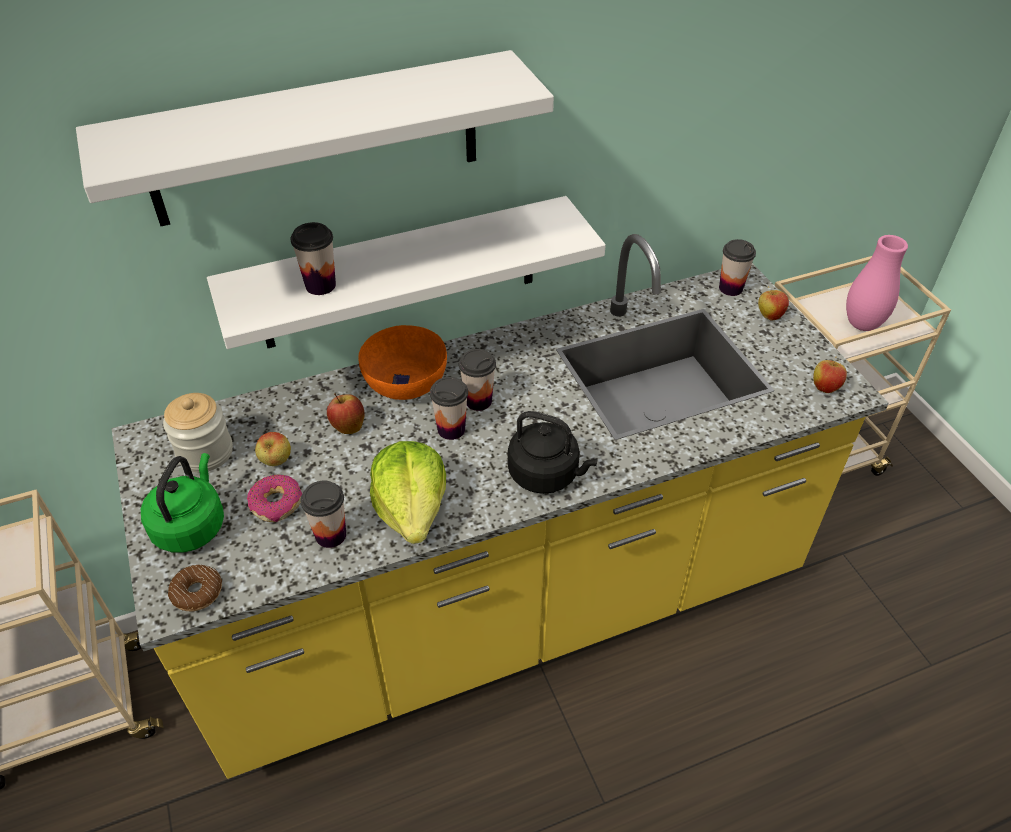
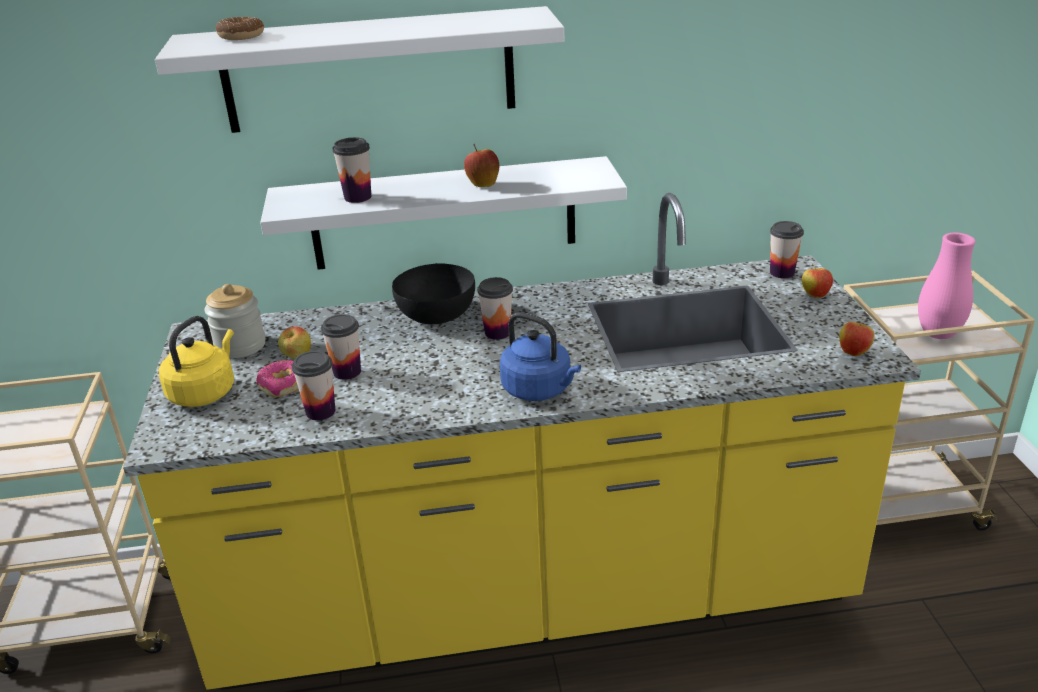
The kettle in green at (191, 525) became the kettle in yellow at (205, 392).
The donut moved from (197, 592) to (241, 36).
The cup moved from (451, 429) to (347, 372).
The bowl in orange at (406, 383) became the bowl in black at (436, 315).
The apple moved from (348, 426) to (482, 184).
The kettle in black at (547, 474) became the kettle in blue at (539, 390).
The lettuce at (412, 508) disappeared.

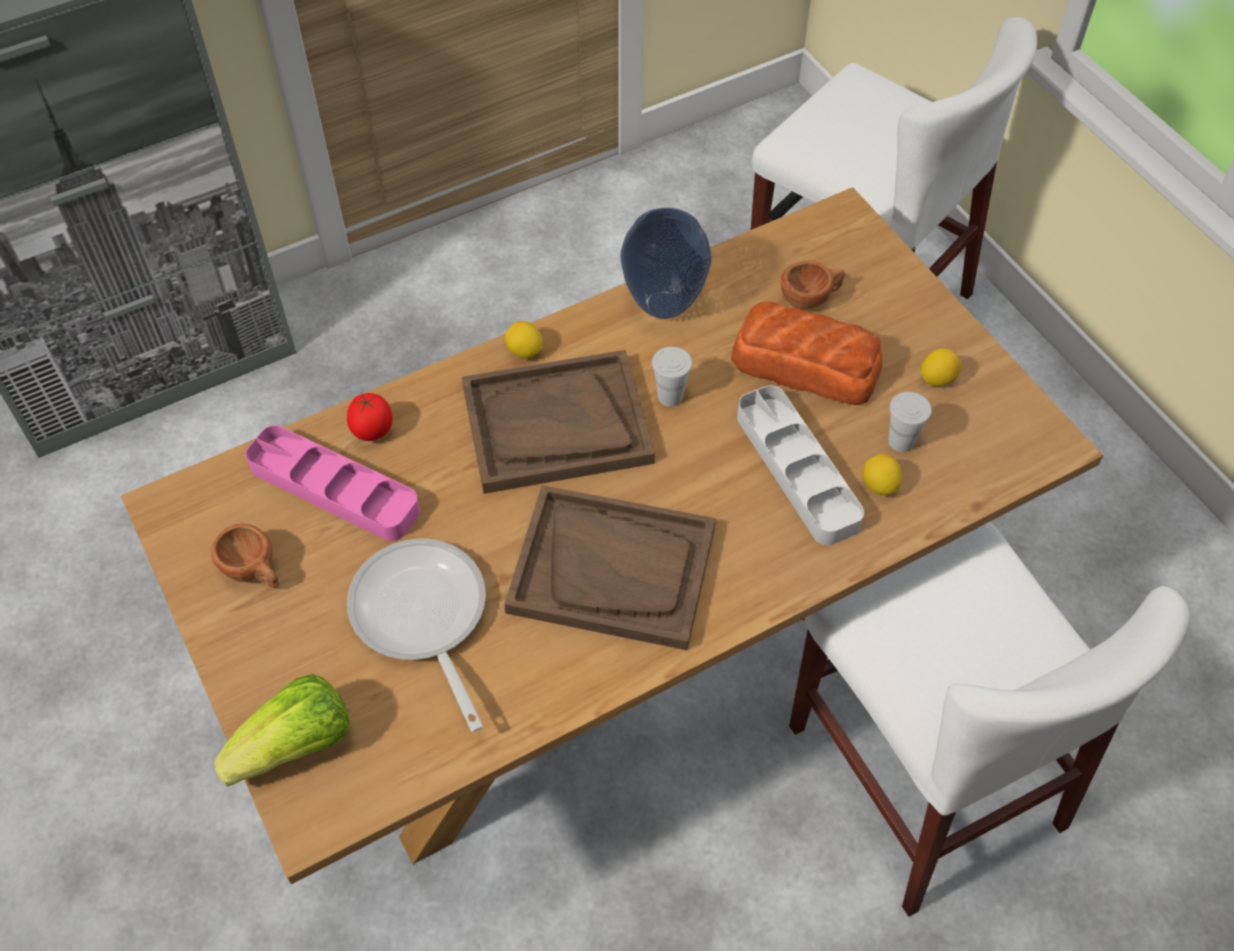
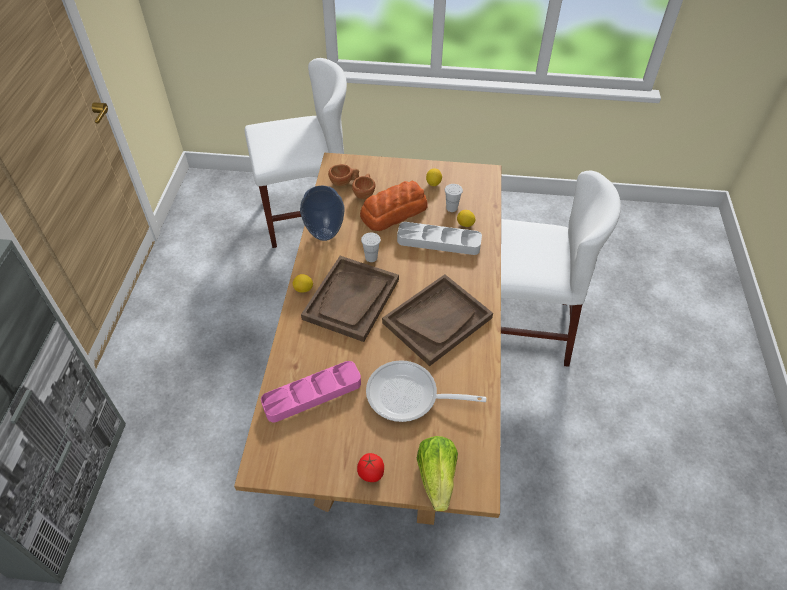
The cup in brown moved from (254, 571) to (344, 182).
The tomato moved from (372, 431) to (371, 474).

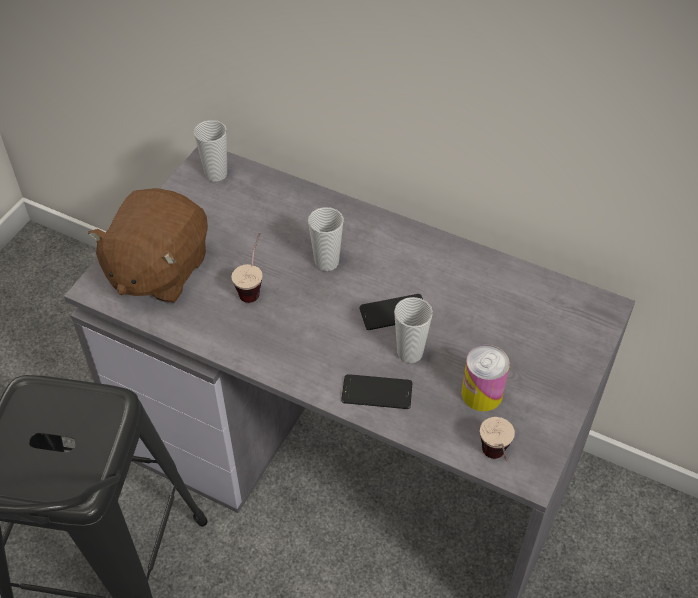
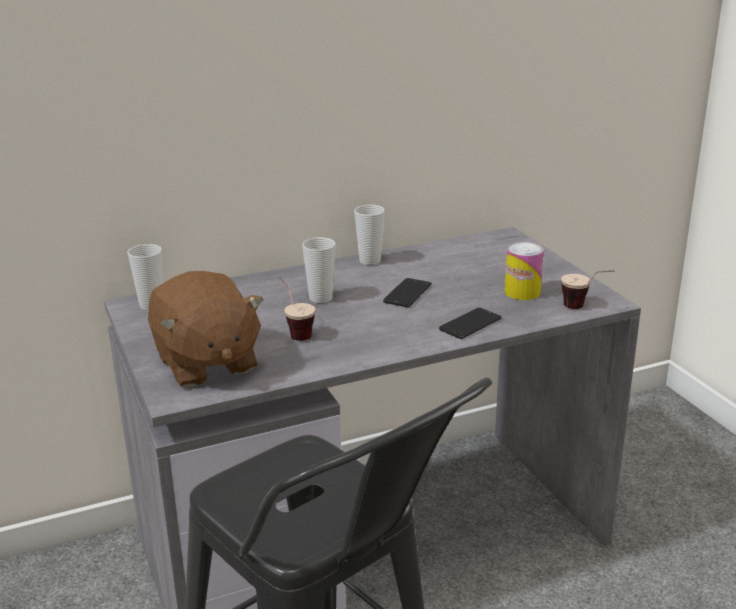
The cup moved from (410, 353) to (370, 261).

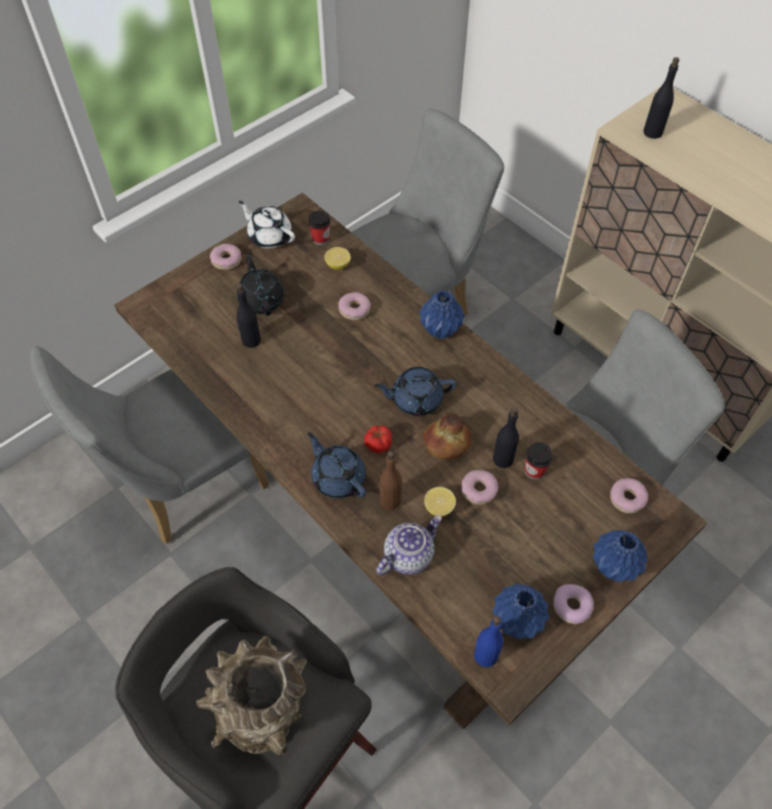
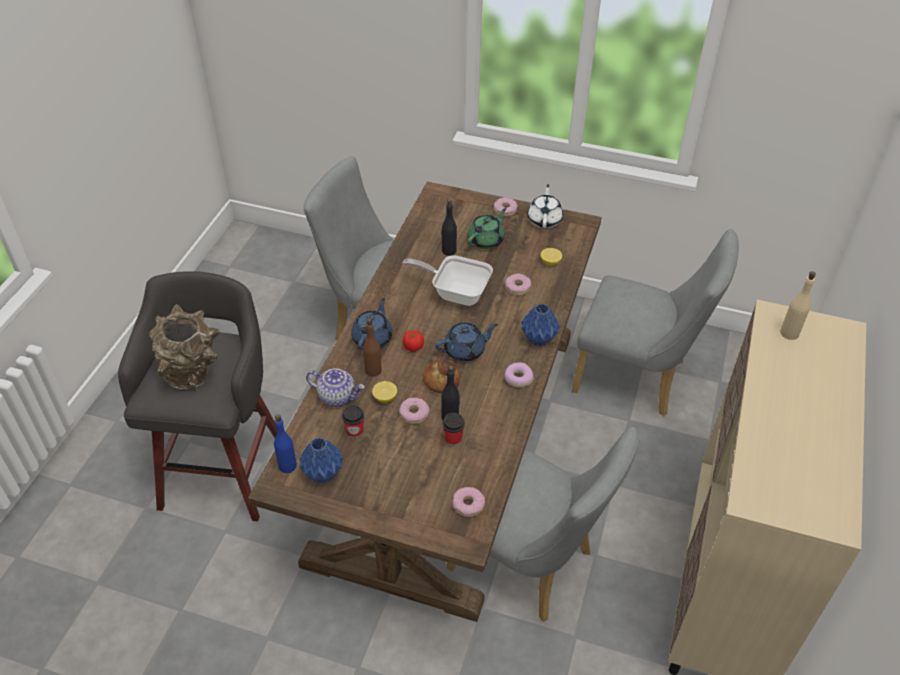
The cup moved from (320, 239) to (354, 431).
The frying pan at (455, 292) appeared.
The teapot in blue at (415, 399) turned 105 degrees clockwise.
The teapot in black at (261, 300) became the teapot in green at (486, 240).
The donut moved from (571, 606) to (518, 378).
The bottle in black at (652, 132) became the bottle in beige at (789, 333).
The vase in blue at (614, 567) disappeared.

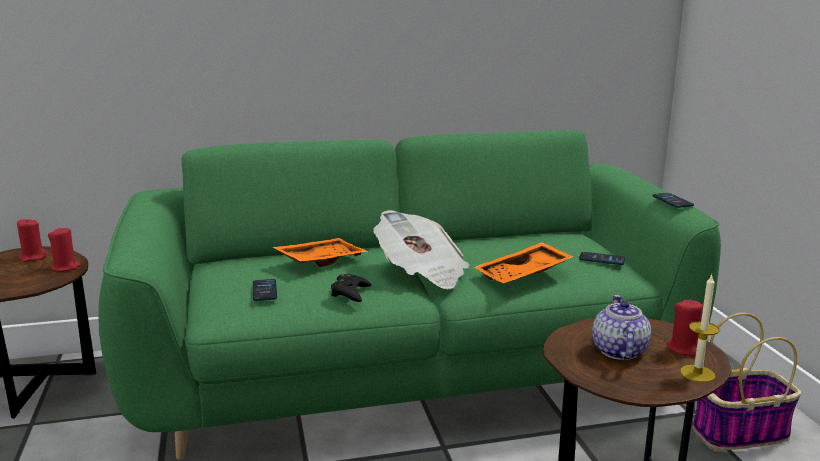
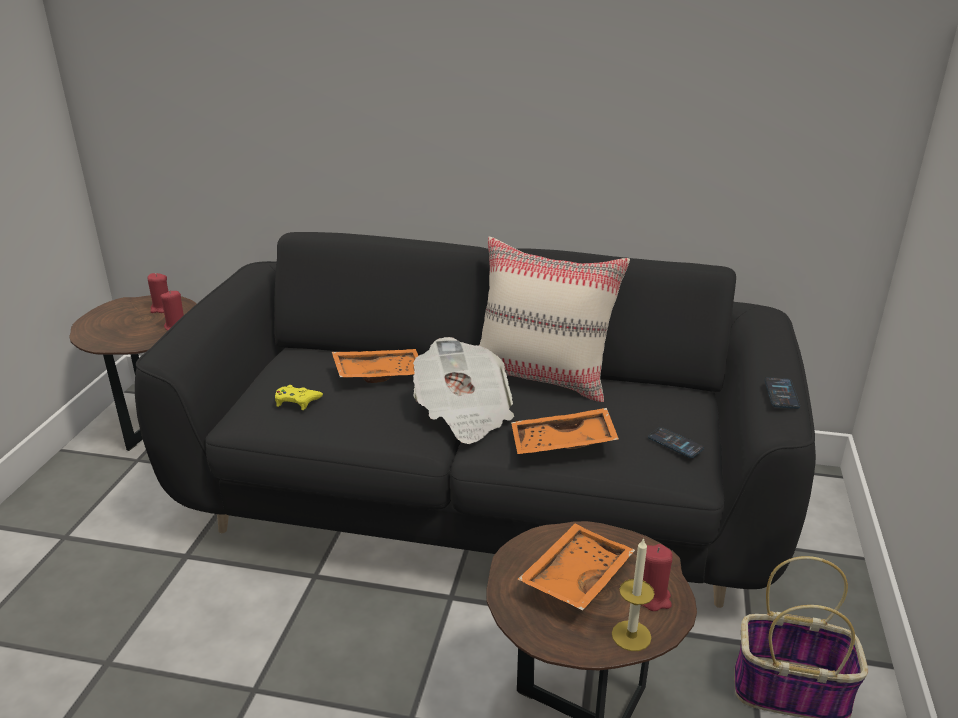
The sofa in green at (409, 377) became the sofa in black at (478, 504).
The phone at (264, 291) was replaced by the game controller in yellow at (297, 401).
The pillow in beige at (543, 377) appeared.
The teapot at (618, 351) was replaced by the tray in orange at (575, 576).
The game controller in black at (350, 292) disappeared.

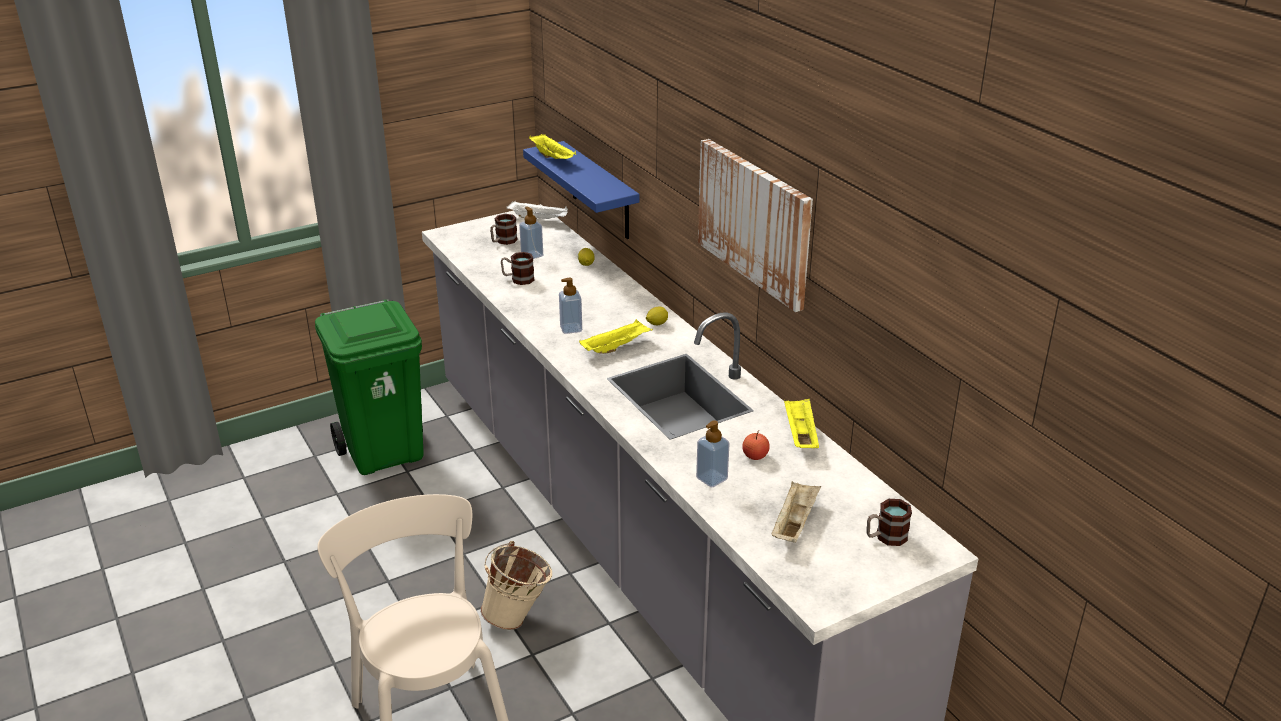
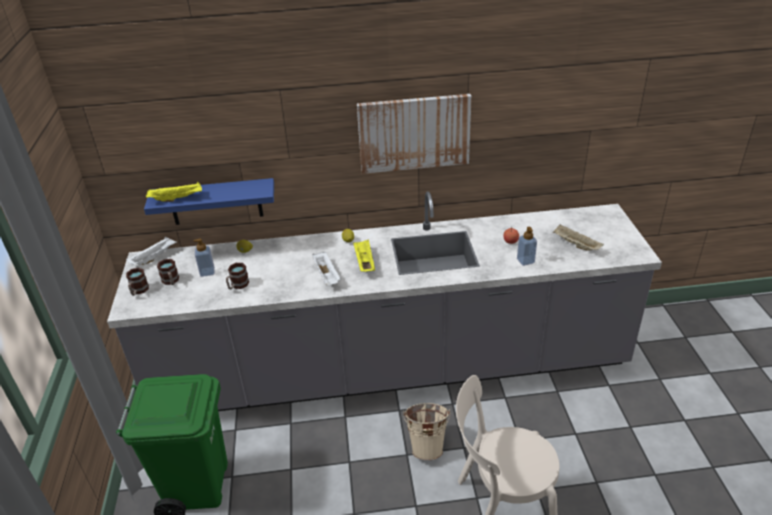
The mug moved from (885, 537) to (138, 291).
The soap dispenser at (571, 328) was replaced by the tray in white at (327, 276).
The tray in yellow at (800, 435) disappeared.

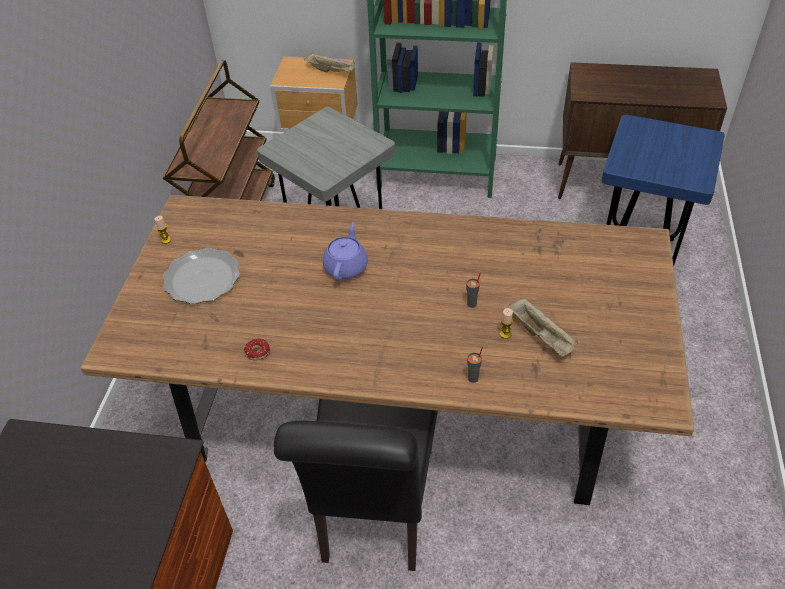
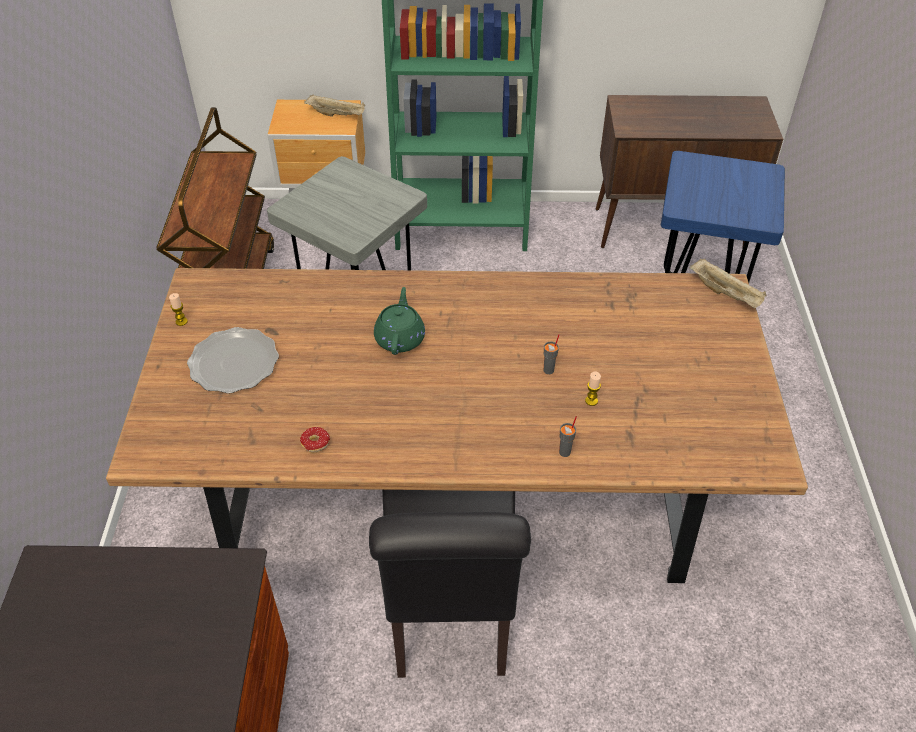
The teapot in purple at (346, 266) became the teapot in green at (400, 338).
The tray in beige moved from (541, 335) to (726, 294).

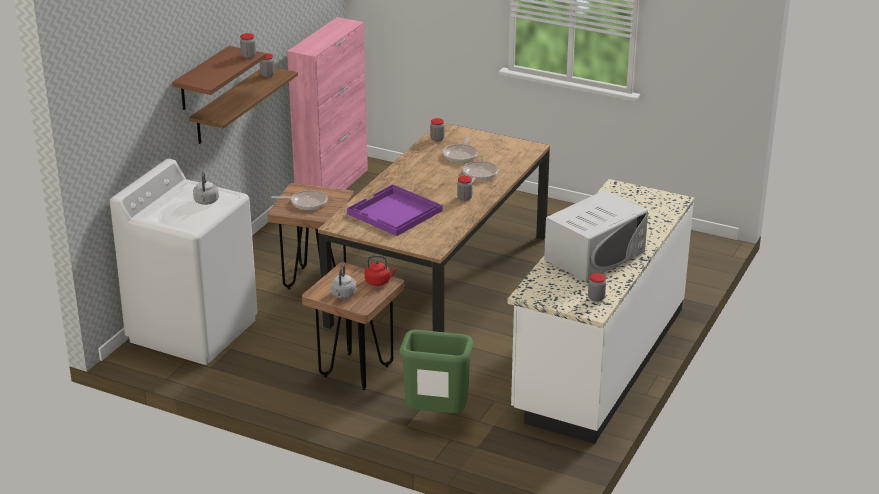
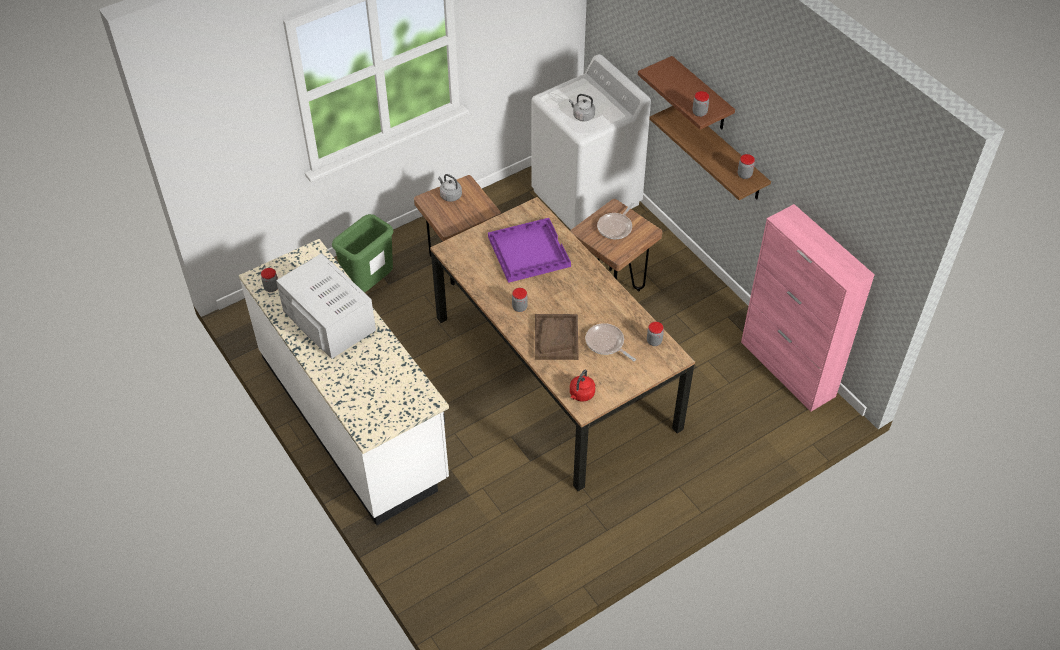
The microwave in white at (595, 255) turned 150 degrees clockwise.
The frying pan at (479, 175) was replaced by the tray in brown at (556, 338).
The kettle in red moved from (379, 281) to (581, 394).

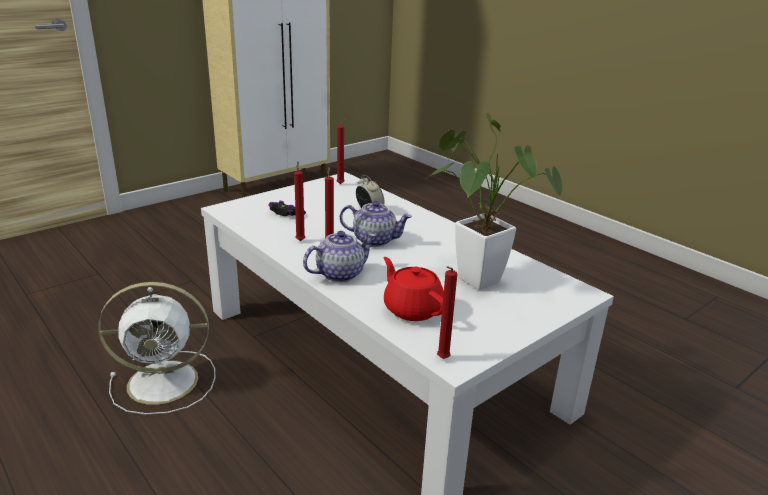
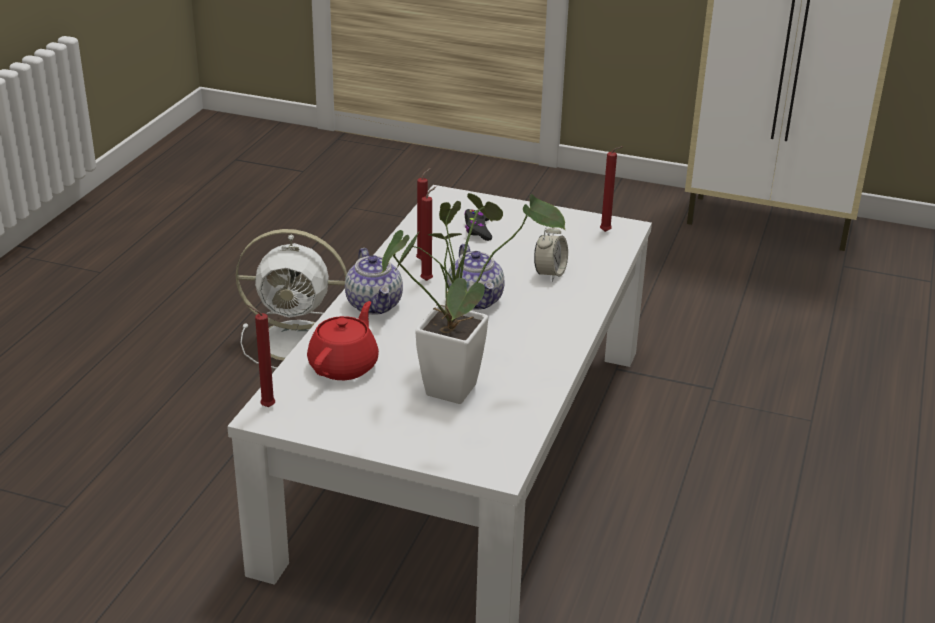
The fan in white at (166, 382) turned 45 degrees counterclockwise.
The teapot at (340, 273) turned 45 degrees clockwise.

